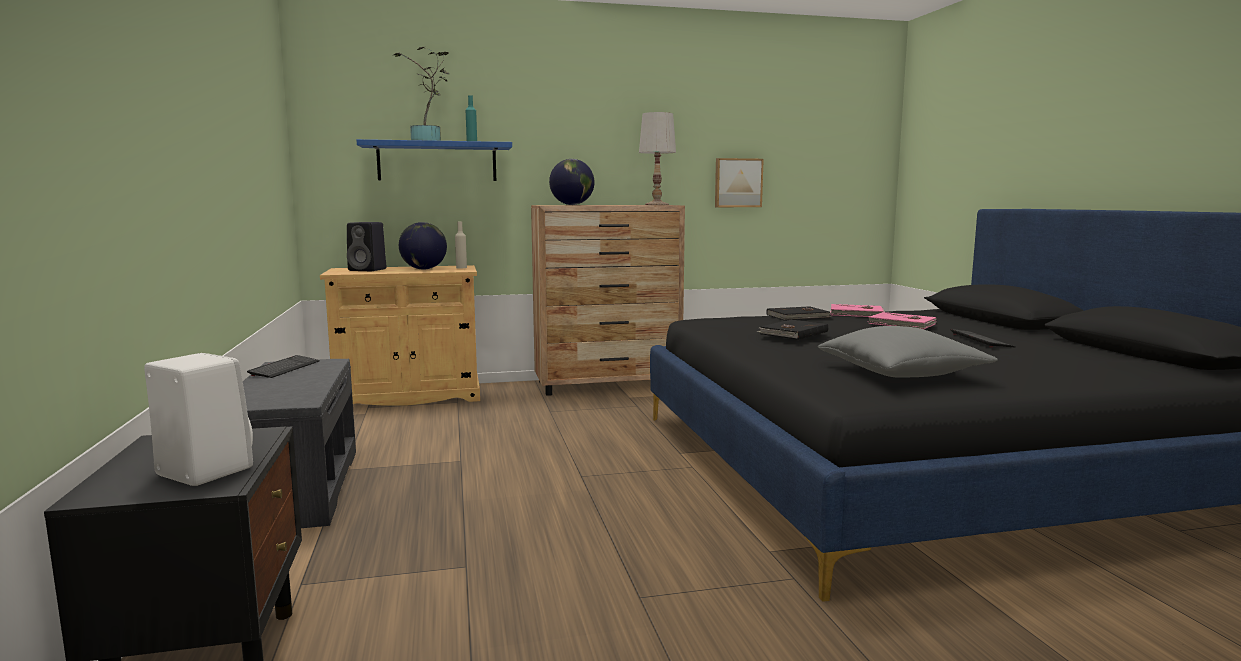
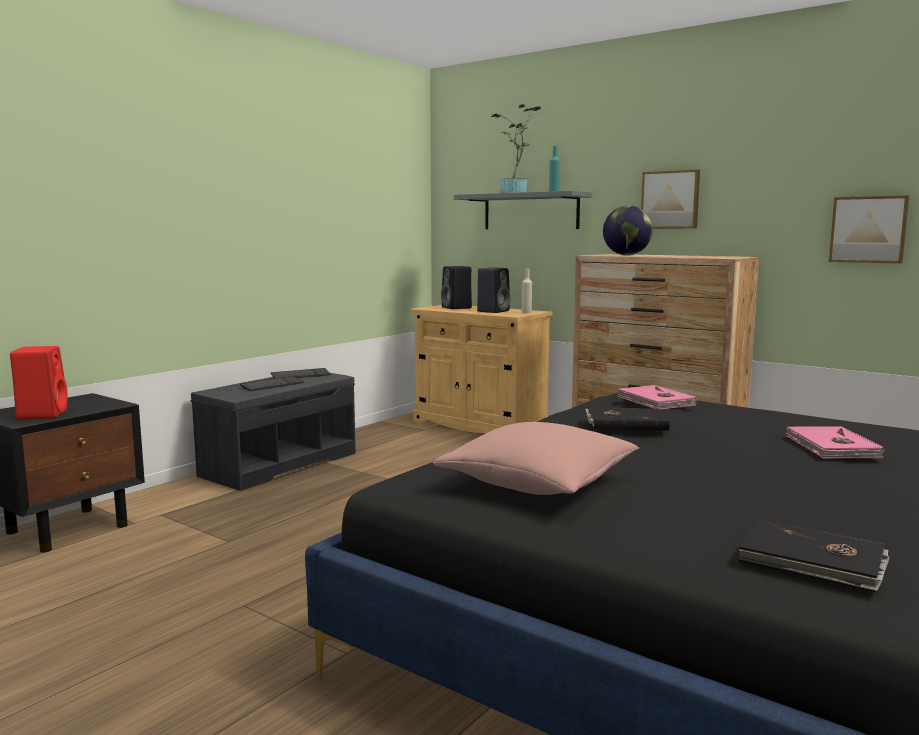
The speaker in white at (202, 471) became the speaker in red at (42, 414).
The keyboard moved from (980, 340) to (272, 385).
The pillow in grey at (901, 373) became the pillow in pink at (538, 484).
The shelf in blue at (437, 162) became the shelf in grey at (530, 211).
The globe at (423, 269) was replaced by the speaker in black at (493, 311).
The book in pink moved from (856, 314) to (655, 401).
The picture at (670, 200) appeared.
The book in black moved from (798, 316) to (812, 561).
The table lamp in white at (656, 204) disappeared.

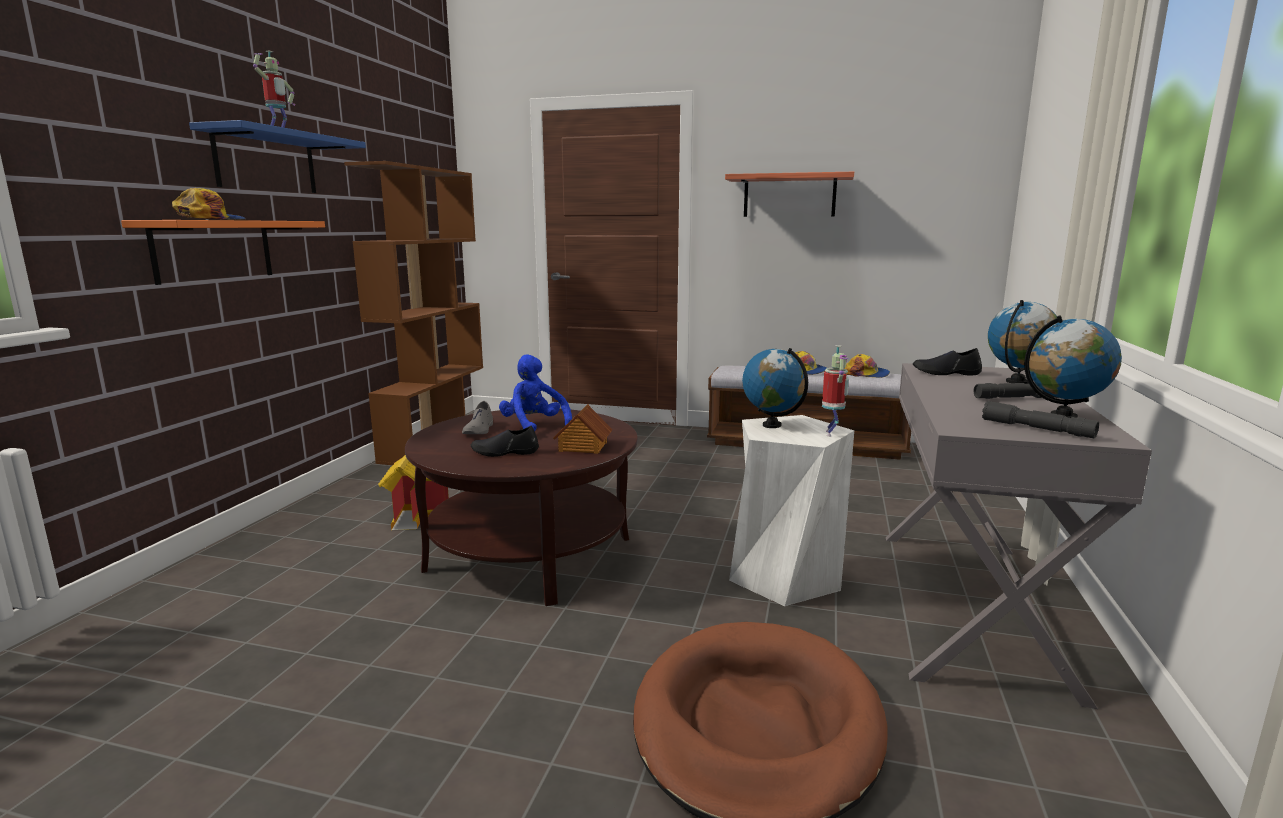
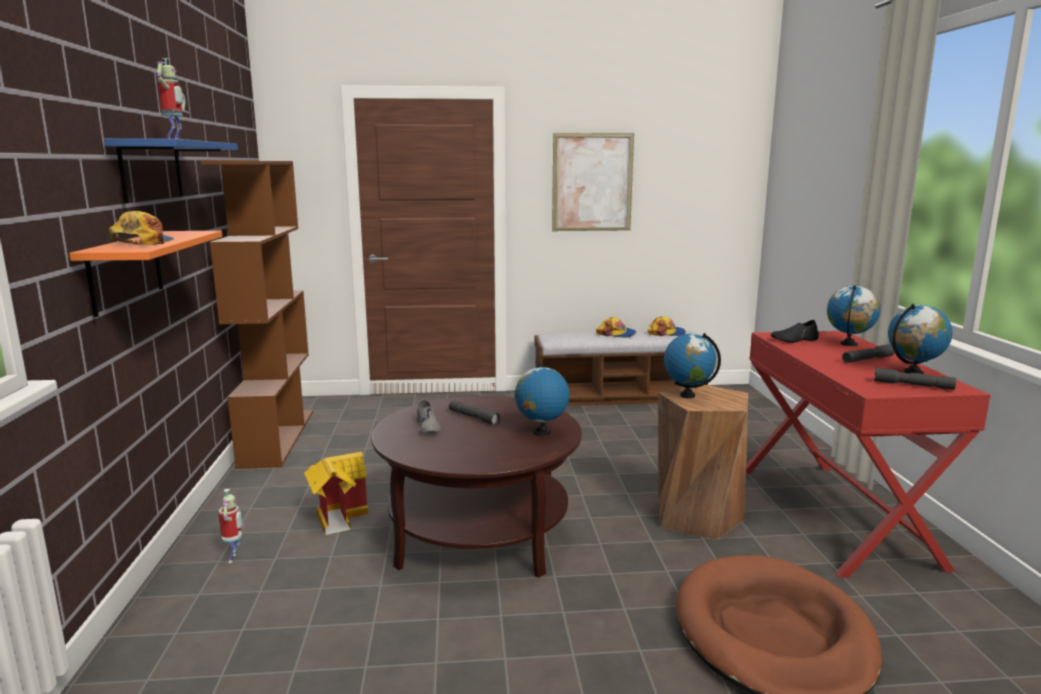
The toy robot moved from (832, 434) to (234, 558).
The plush toy in blue at (534, 427) was replaced by the flashlight in grey at (473, 417).
The toy house at (582, 447) was replaced by the globe at (541, 432).
The shelf at (789, 196) was replaced by the picture at (592, 182).
The stool in white at (784, 577) became the stool in brown at (697, 516).
The desk in grey at (971, 605) became the desk in red at (834, 514).
The shoe in black at (505, 452) disappeared.

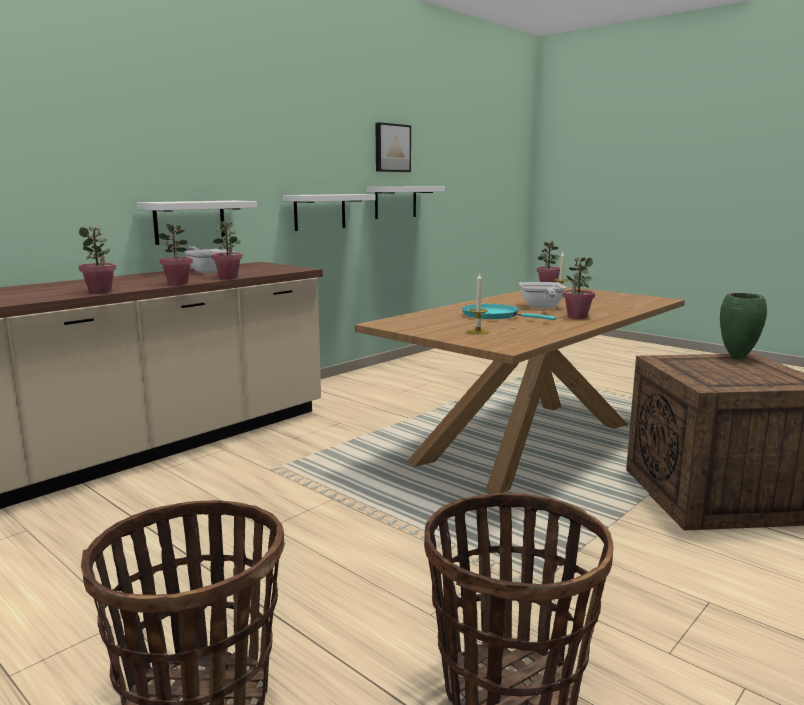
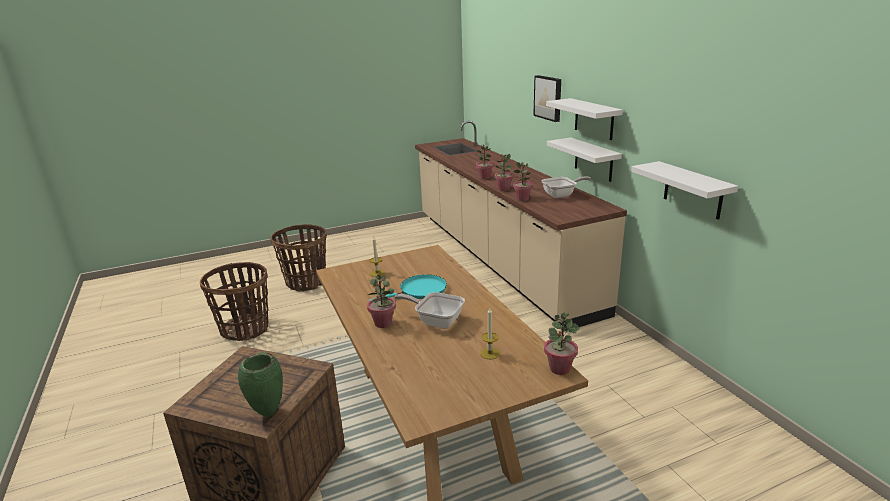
The picture moved from (391, 148) to (548, 98).
The shelf in white moved from (395, 202) to (594, 119).

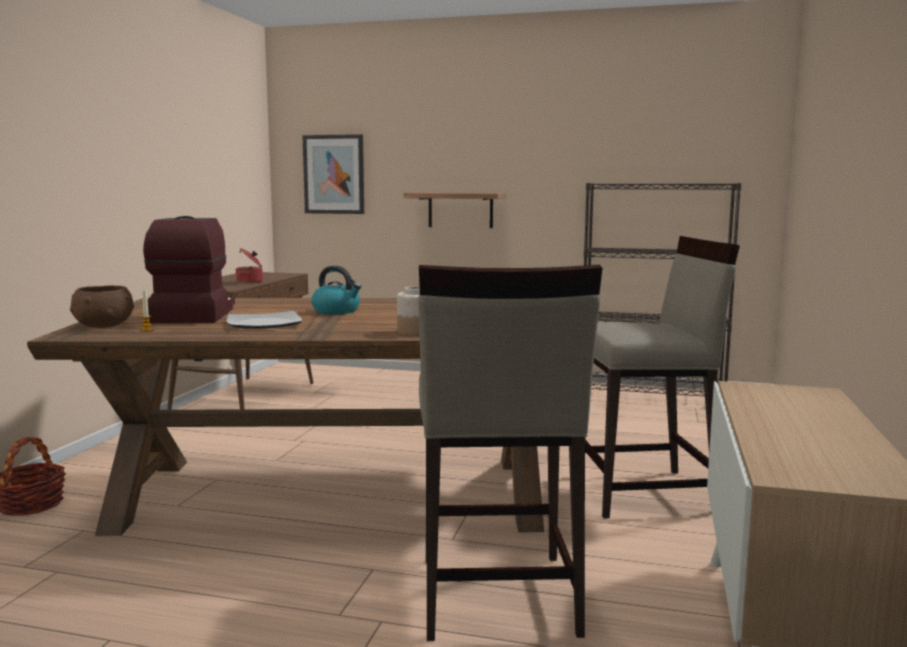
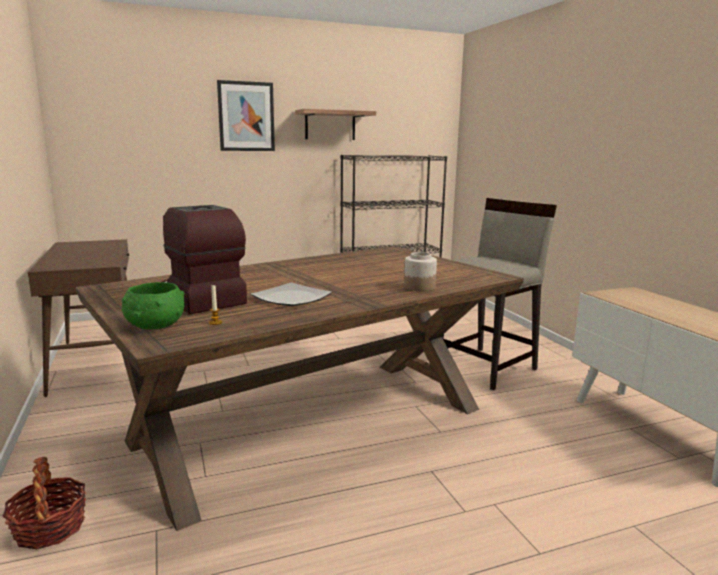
The bowl in brown at (103, 326) became the bowl in green at (155, 326).
The picture moved from (334, 174) to (246, 116).
The shelf moved from (460, 210) to (330, 125).
The cooking pot at (250, 282) disappeared.
The kettle at (337, 311) disappeared.
The stool in beige at (496, 596) disappeared.

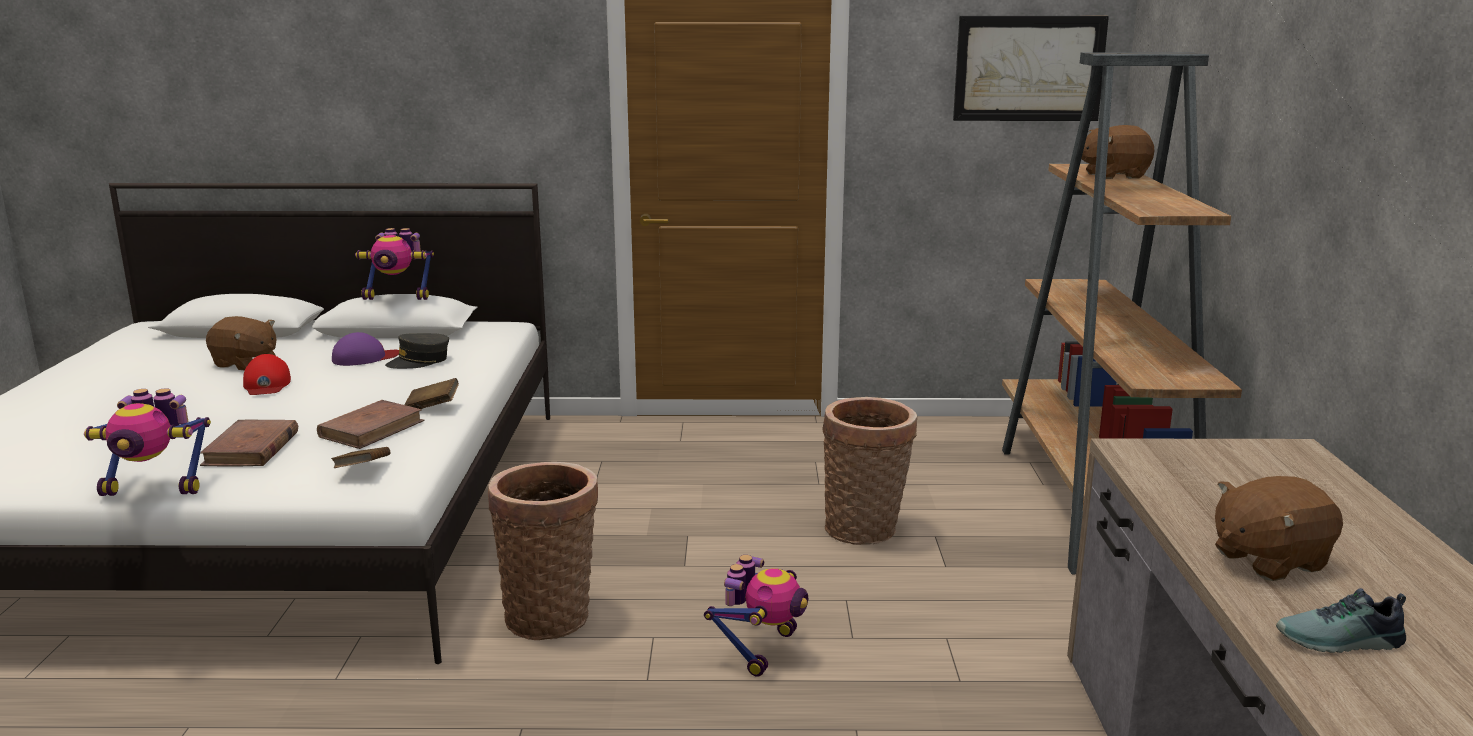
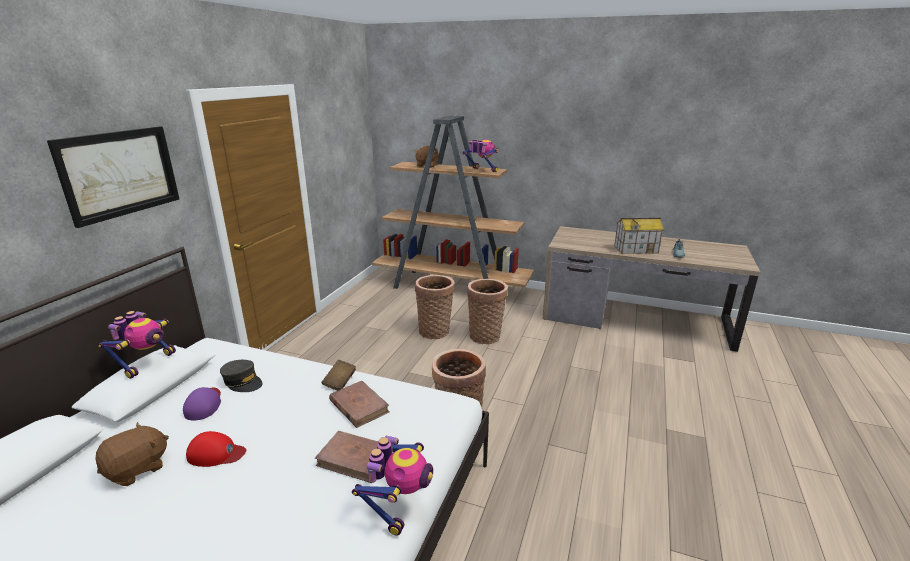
The picture moved from (1028, 68) to (120, 173).
The cap in grey at (419, 361) turned 45 degrees counterclockwise.
The toy robot moved from (761, 649) to (482, 170).
The basket at (486, 335) appeared.
The plush toy in brown at (1268, 559) was replaced by the toy house at (636, 249).
The book in brown at (363, 471) disappeared.

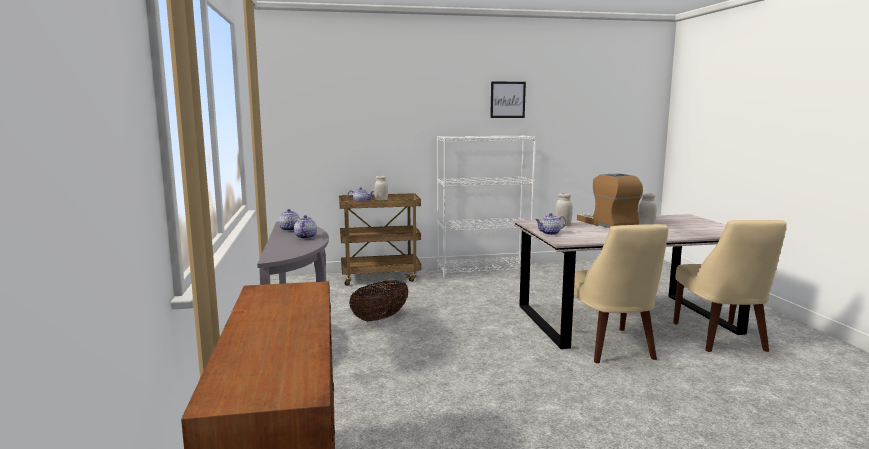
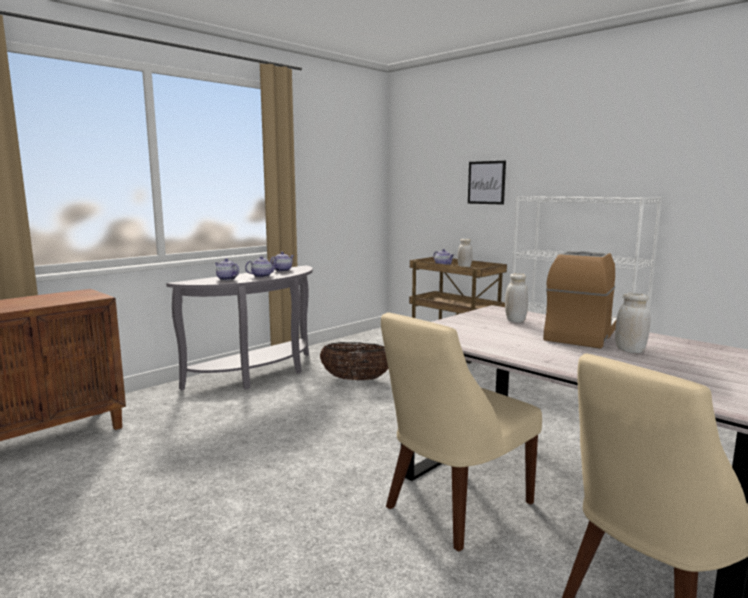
The teapot moved from (549, 233) to (226, 279).
The picture moved from (507, 99) to (486, 182).

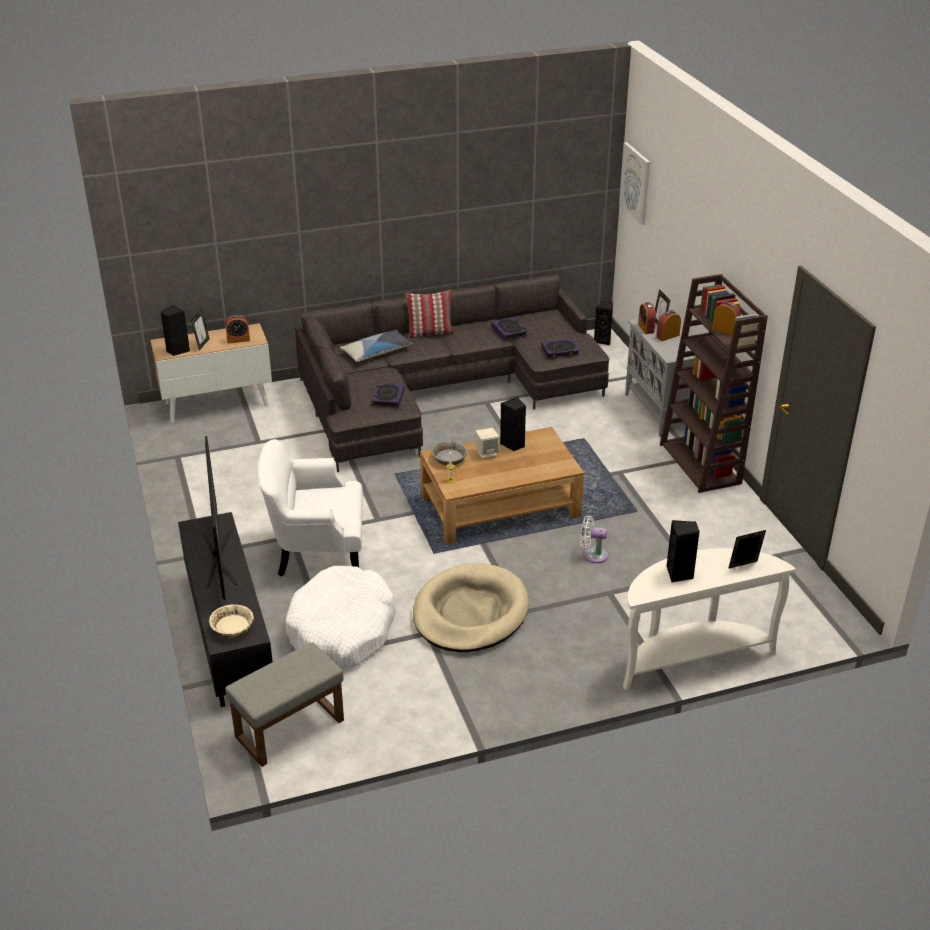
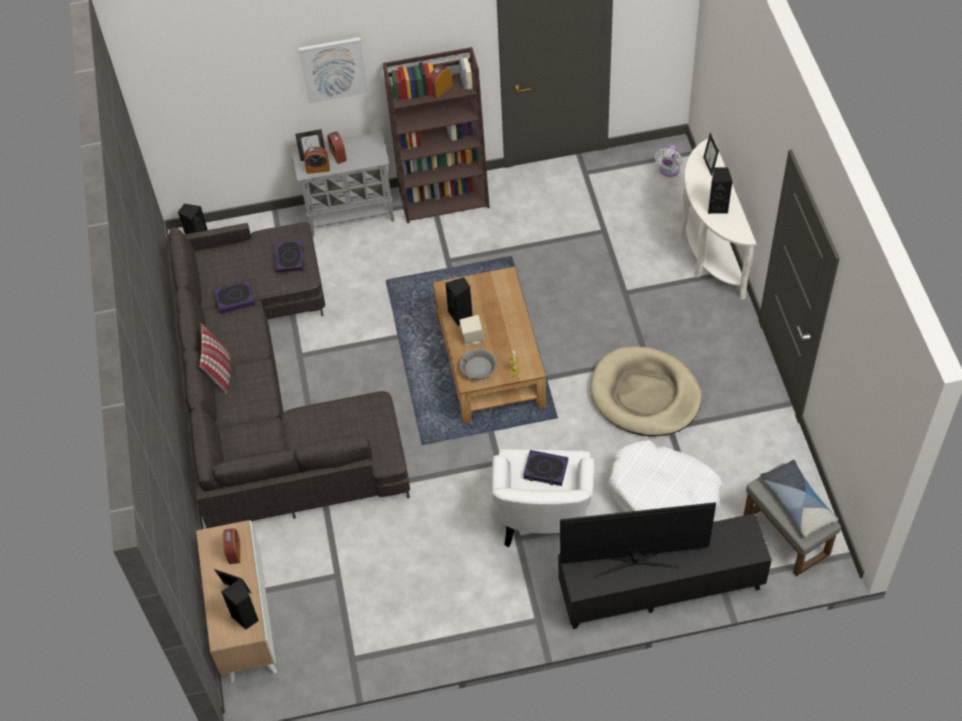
The picture moved from (636, 183) to (333, 69).
The book moved from (388, 398) to (545, 470).
The fan in white moved from (593, 555) to (668, 171).
The pillow moved from (376, 352) to (797, 502).
The bowl in beige at (232, 628) disappeared.

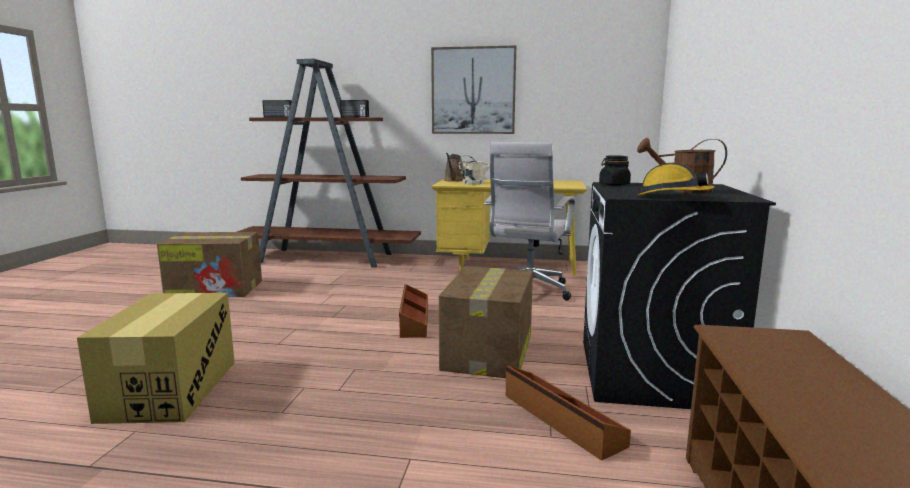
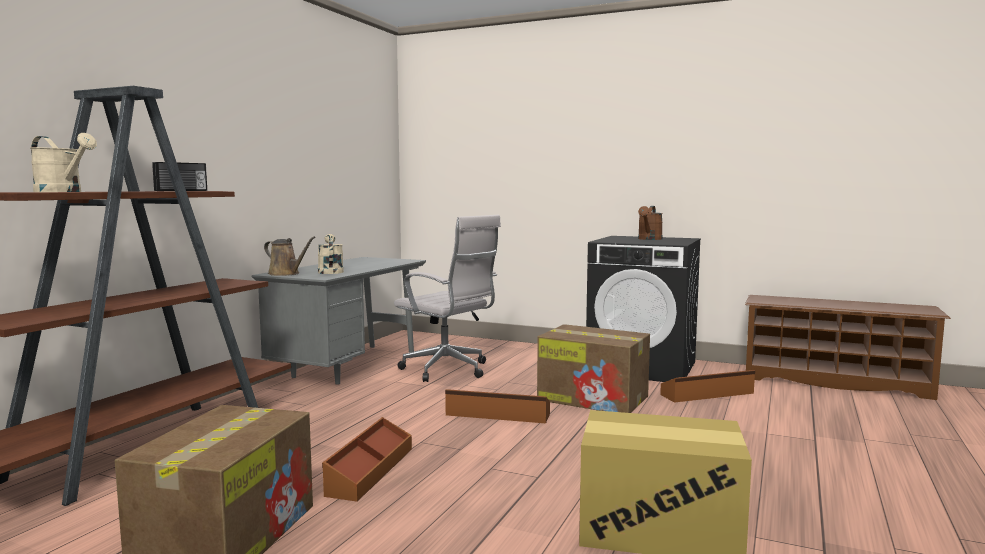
The radio at (278, 117) was replaced by the watering can in beige at (63, 192).
The desk in yellow at (507, 266) became the desk in grey at (349, 366).
The storage box in brown at (369, 470) appeared.
The picture at (473, 91) disappeared.
The jar in black at (614, 184) disappeared.
The hard hat at (673, 197) disappeared.

